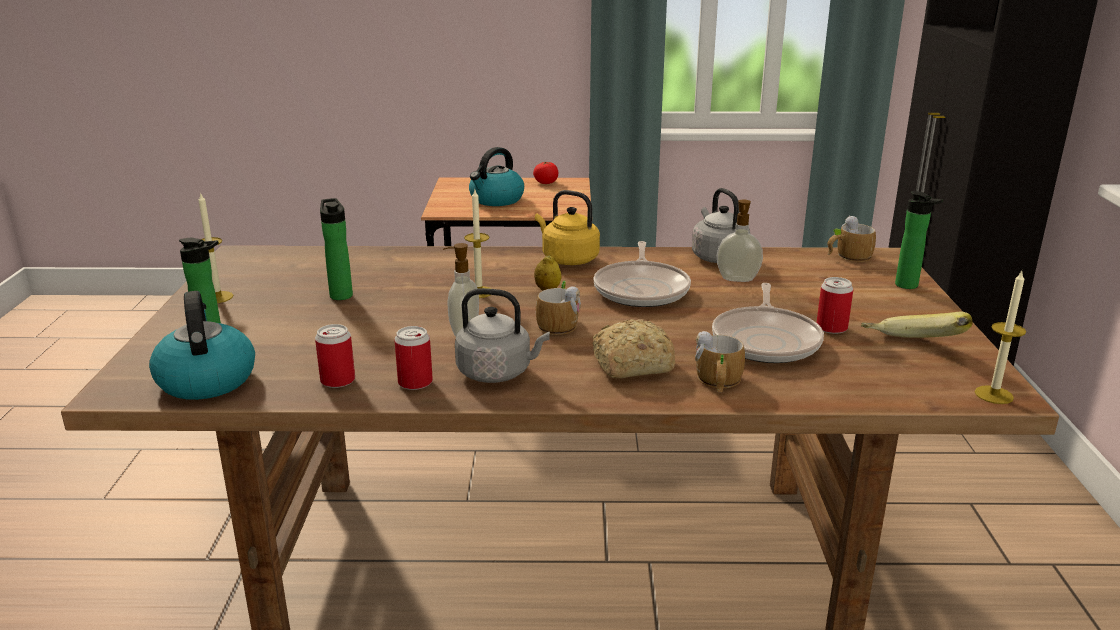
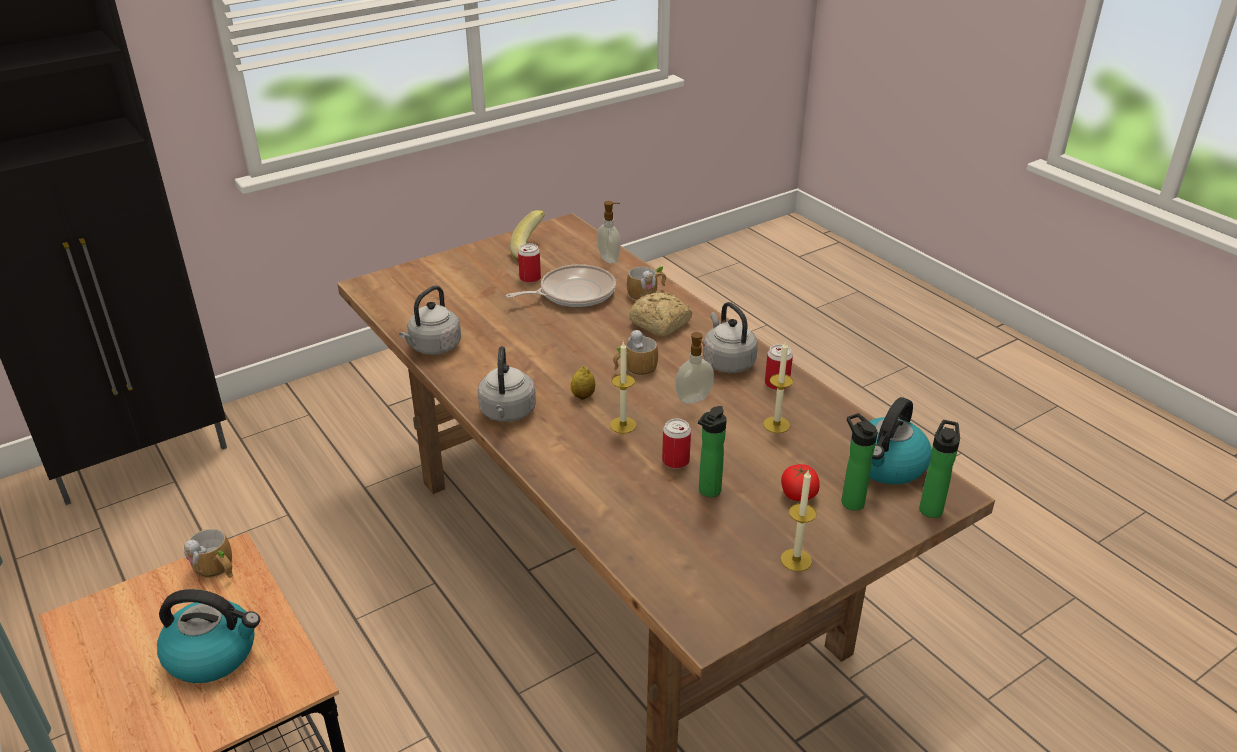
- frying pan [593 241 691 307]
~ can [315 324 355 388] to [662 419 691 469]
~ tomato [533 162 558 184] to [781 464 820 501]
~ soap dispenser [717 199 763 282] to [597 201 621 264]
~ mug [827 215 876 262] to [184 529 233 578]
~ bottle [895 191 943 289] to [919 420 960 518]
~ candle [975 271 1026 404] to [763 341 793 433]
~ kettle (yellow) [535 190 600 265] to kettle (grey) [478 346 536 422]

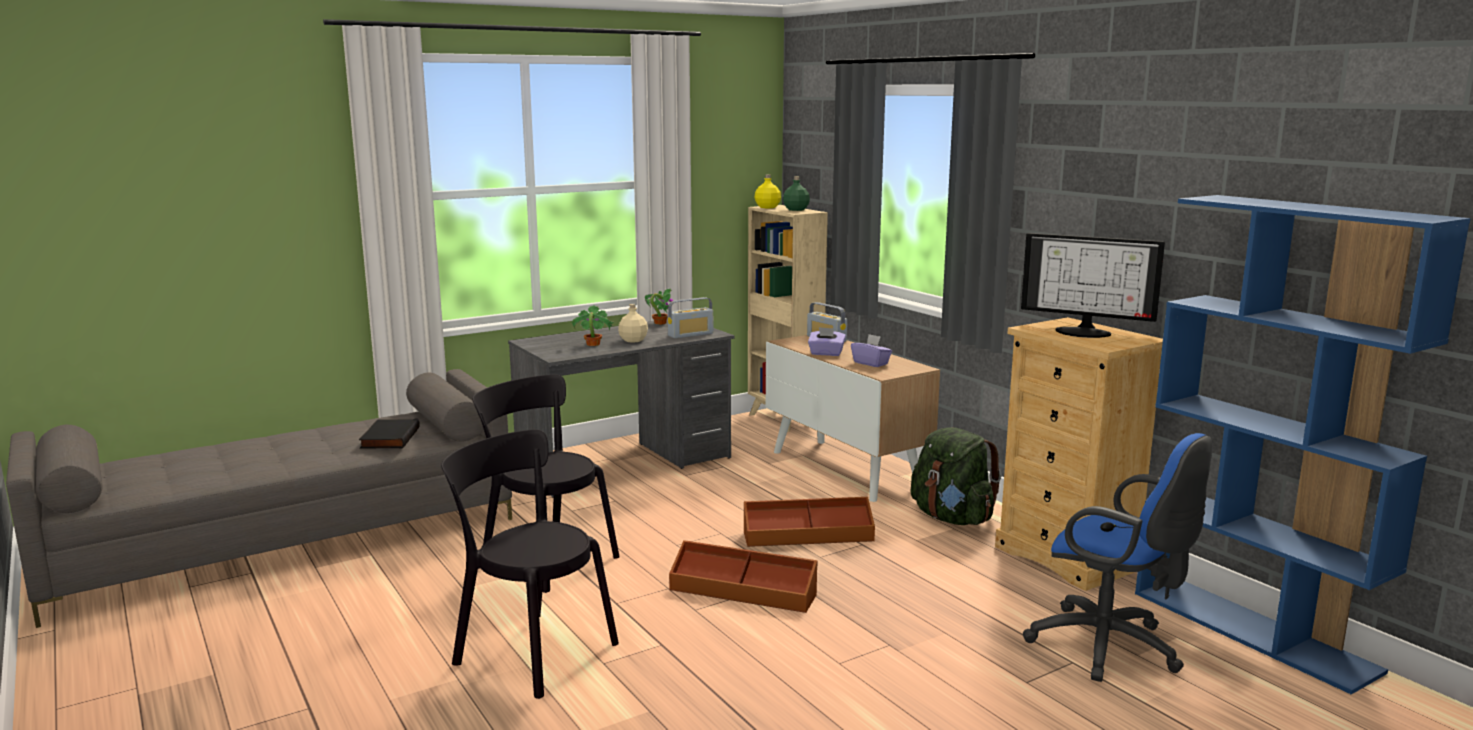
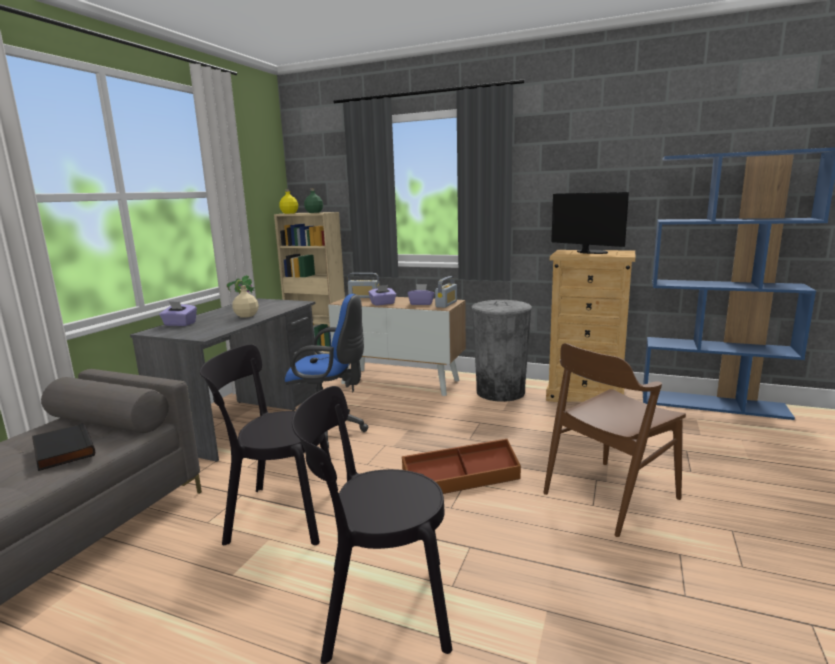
- potted plant [571 305 614 346]
- storage box (brown) [744 497 875 547]
+ tissue box (purple) [159 301 197 326]
+ chair (brown) [543 343 686 537]
~ radio [667 297 713 338] to [435 276 457 308]
~ office chair (blue) [1023 433 1212 682] to [285 294 368 449]
~ backpack (green) [910 427 1001 525] to trash can (grey) [471 300 532 402]
~ monitor [1021 233 1165 338] = [551 192 629 254] 120 degrees counterclockwise

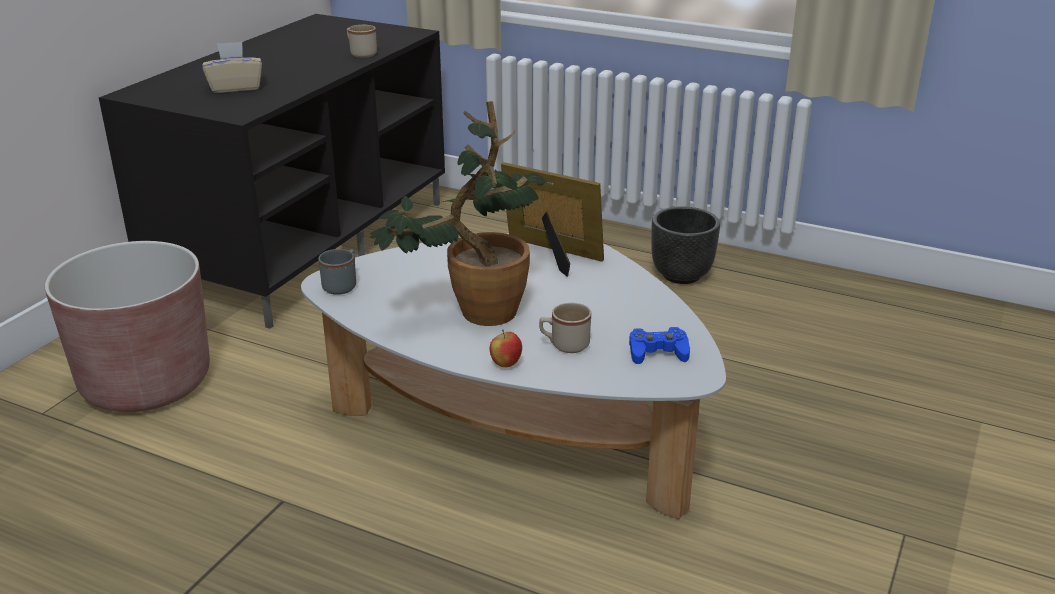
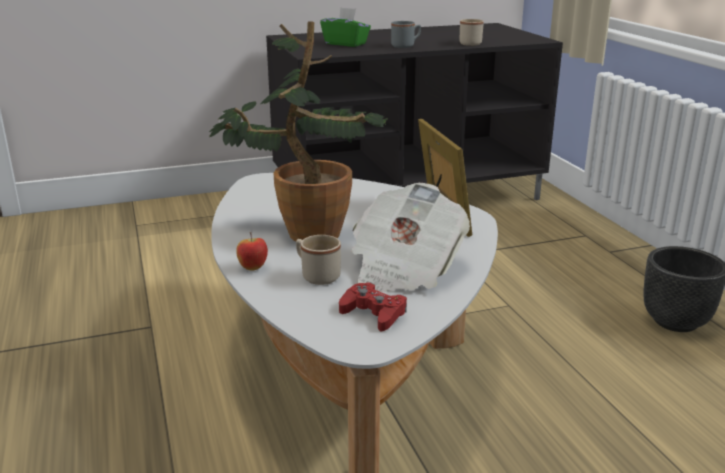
- planter (brown) [45 241 210 412]
+ newspaper [351 183 470 292]
~ mug (grey) [318 249 356 295] to [391 21 421 48]
~ tissue box (beige) [202 42 262 93] to tissue box (green) [320 7 371 47]
~ game controller (blue) [629 327 690 364] to game controller (red) [339 283 407 331]

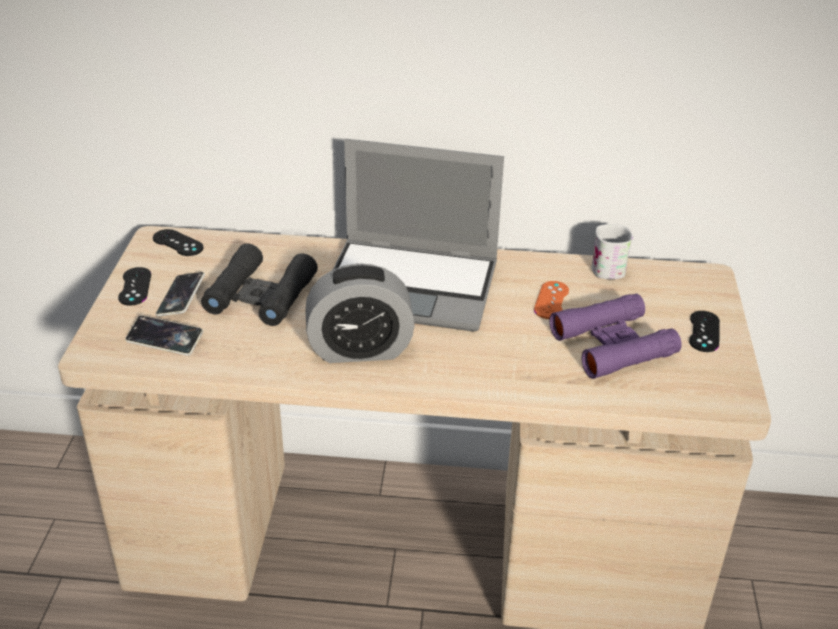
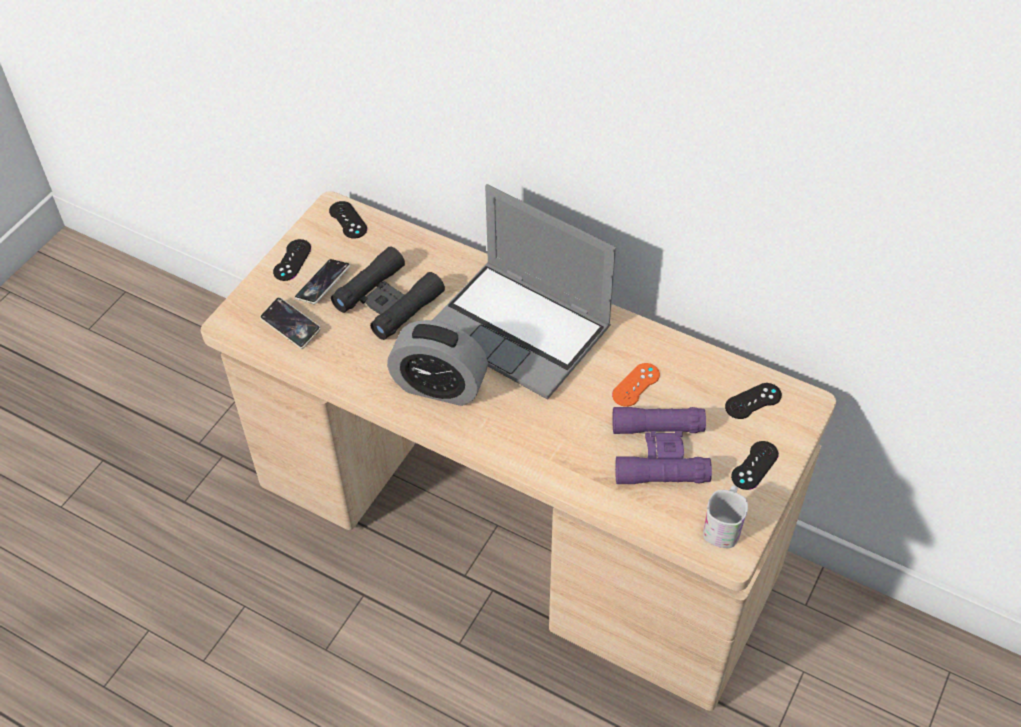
+ game controller (black) [725 383 782 419]
~ mug (white) [592 224 633 279] to [703 485 748 548]

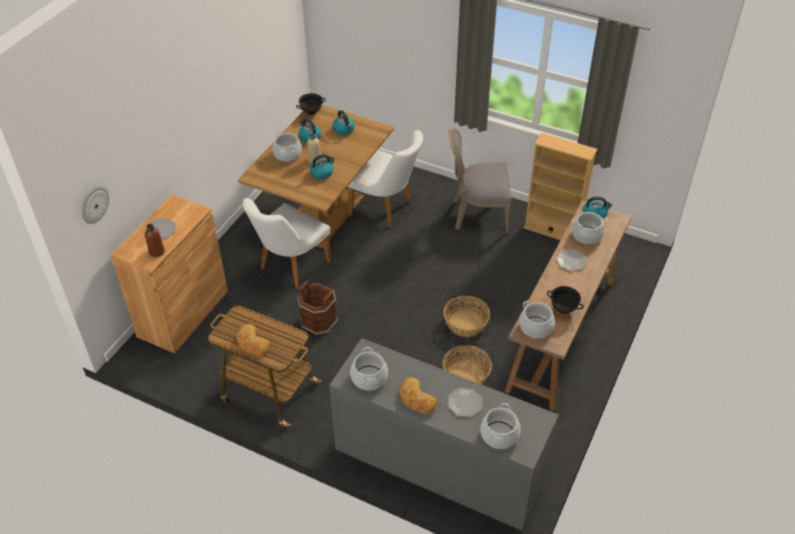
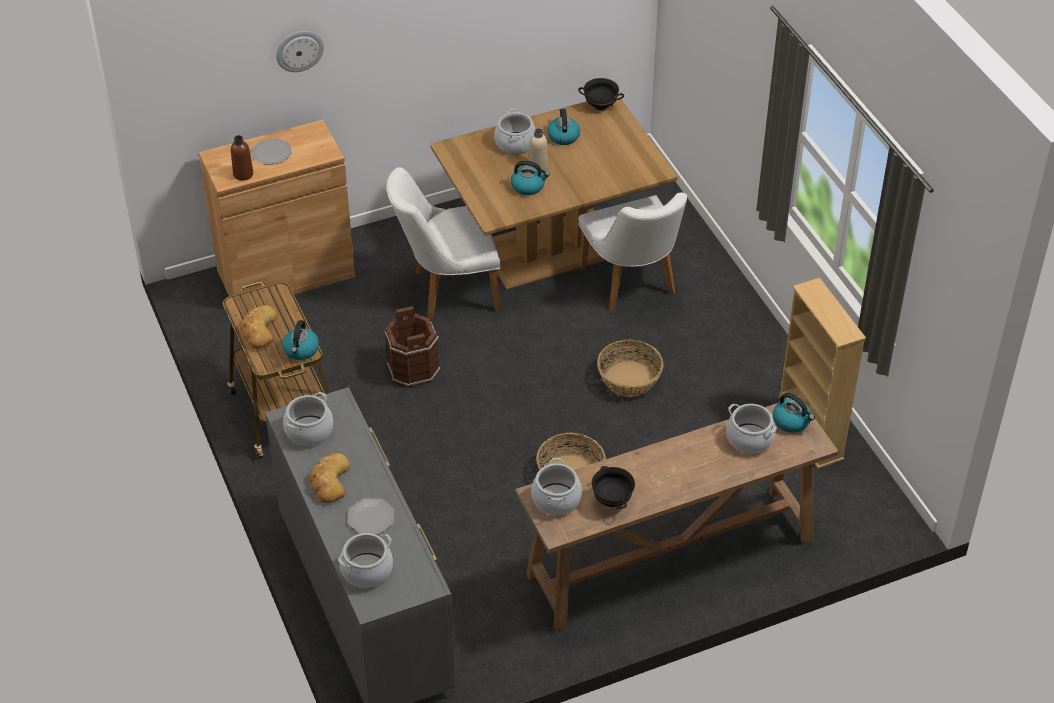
- chair (grey) [448 128 511 233]
- plate [556 249 587 271]
~ wall clock [81 186 109 224] to [276 31 324 72]
~ kettle [332 110 355 135] to [282 320 319 360]
~ basket [442 345 492 384] to [597 340 663 397]

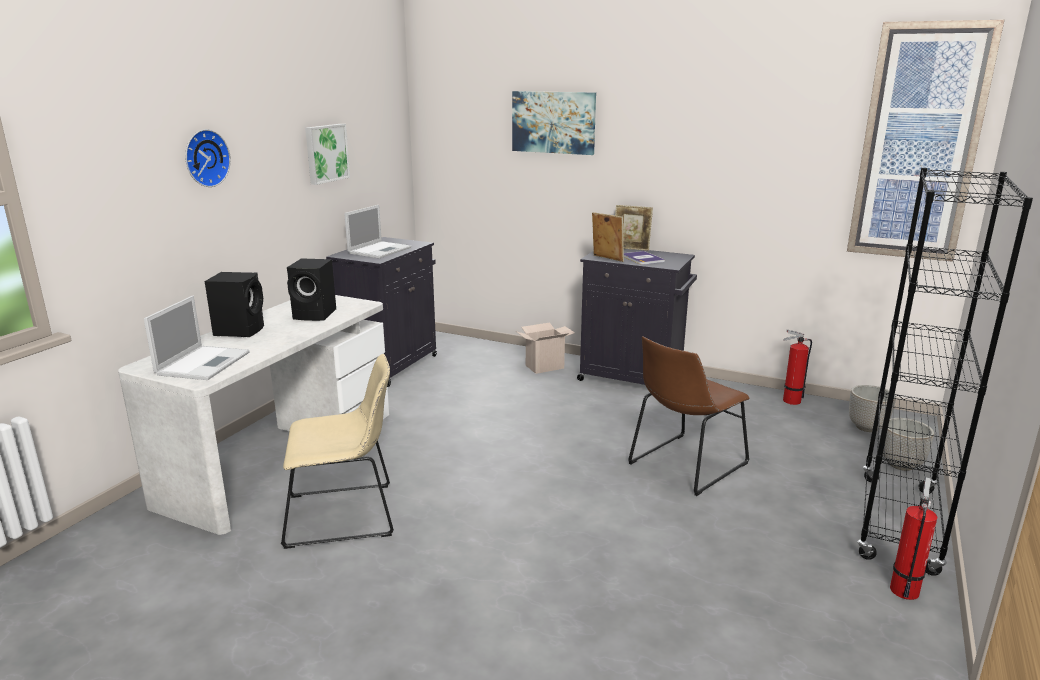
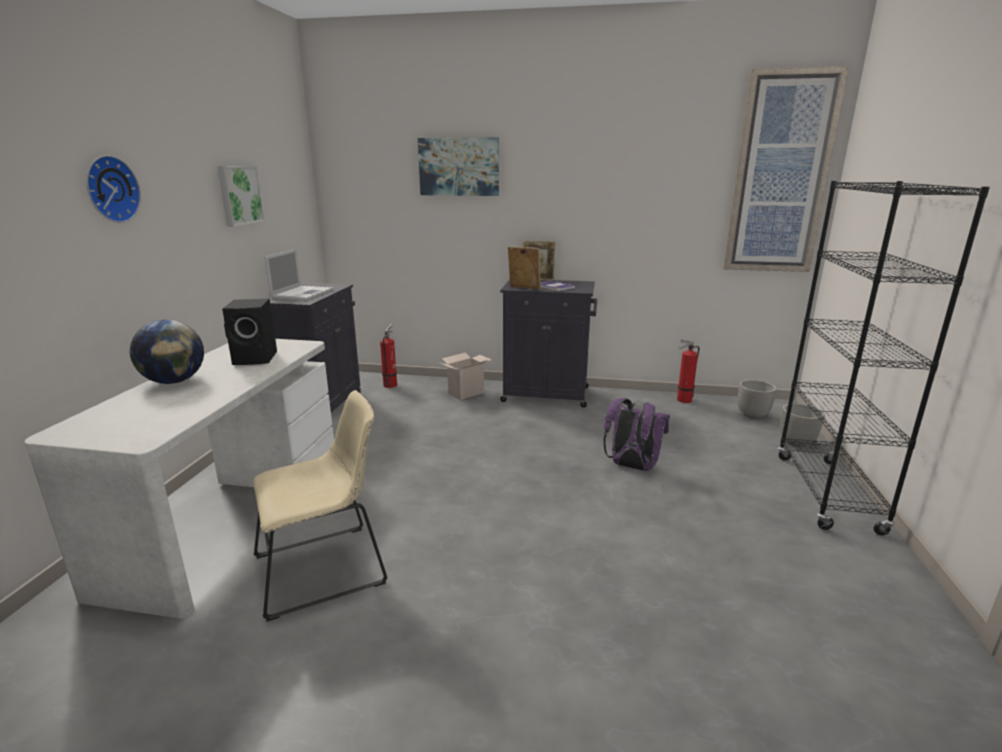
- laptop [144 296 250 380]
~ fire extinguisher [890 478 937 600] to [380 324 397 388]
~ speaker (black) [205 272 264 337] to globe [130 320 204 384]
~ chair (brown) [628 336 749 496] to backpack (purple) [603 398 670 471]

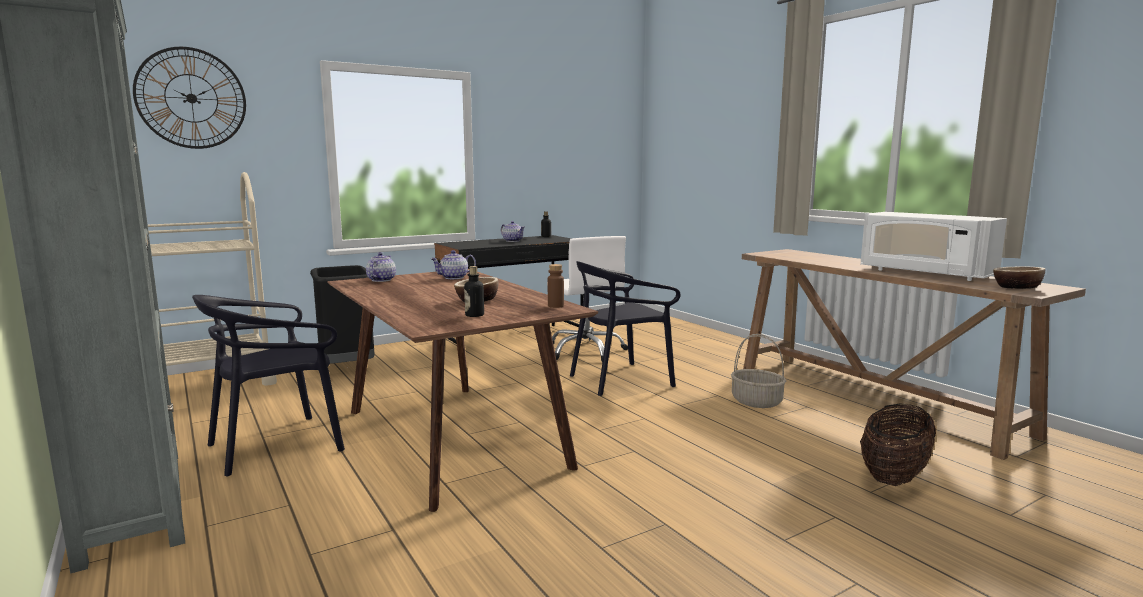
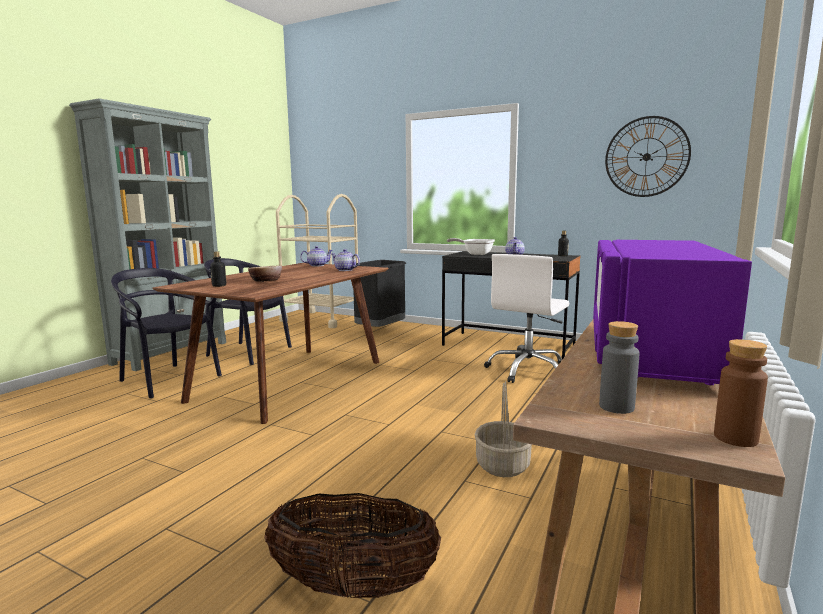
+ frying pan [447 238 495 255]
~ wall clock [133 47 246 149] to [605 116 691 197]
~ bottle (brown) [548 264 564 308] to [714 339 768 447]
~ chair (black) [570 261 680 396] to [111 268 222 399]
~ bowl [993 266 1045 289] to bottle (grey) [599 321 640 414]
~ microwave (white) [860 212 1007 281] to microwave (purple) [593 240 752 385]

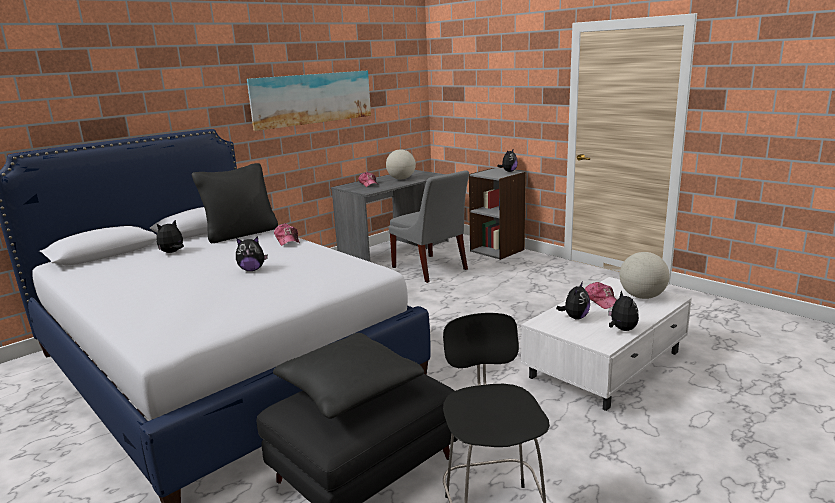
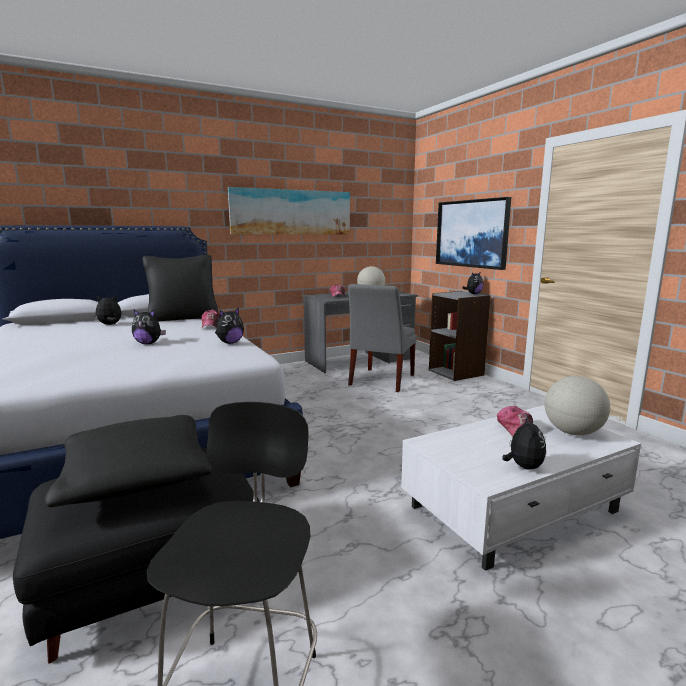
+ picture [436 197 511 270]
~ plush toy [556 282 590 320] to [215 308 244 344]
~ chair (grey) [388 170 469 283] = [348 284 417 392] 45 degrees clockwise

